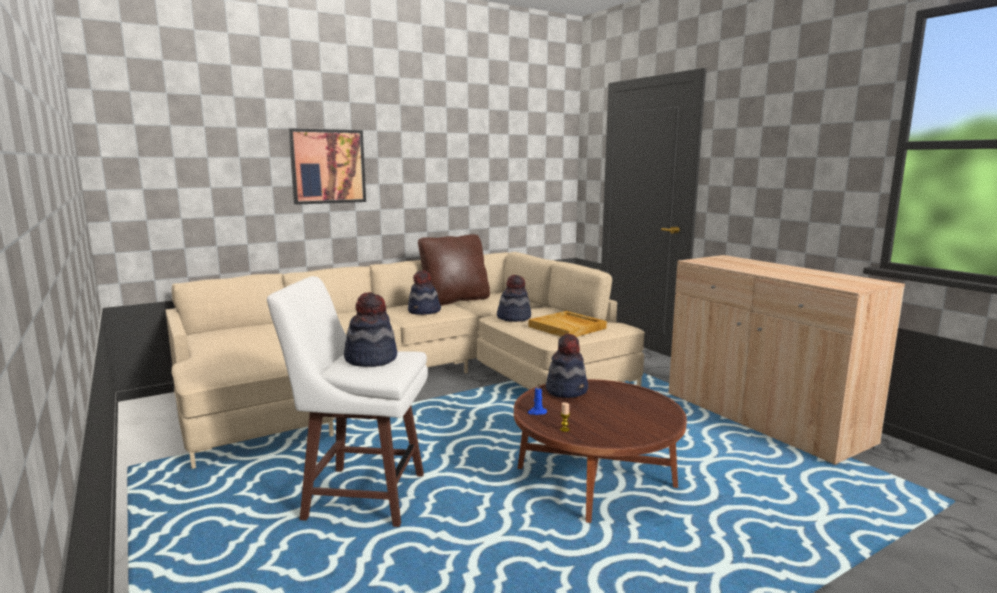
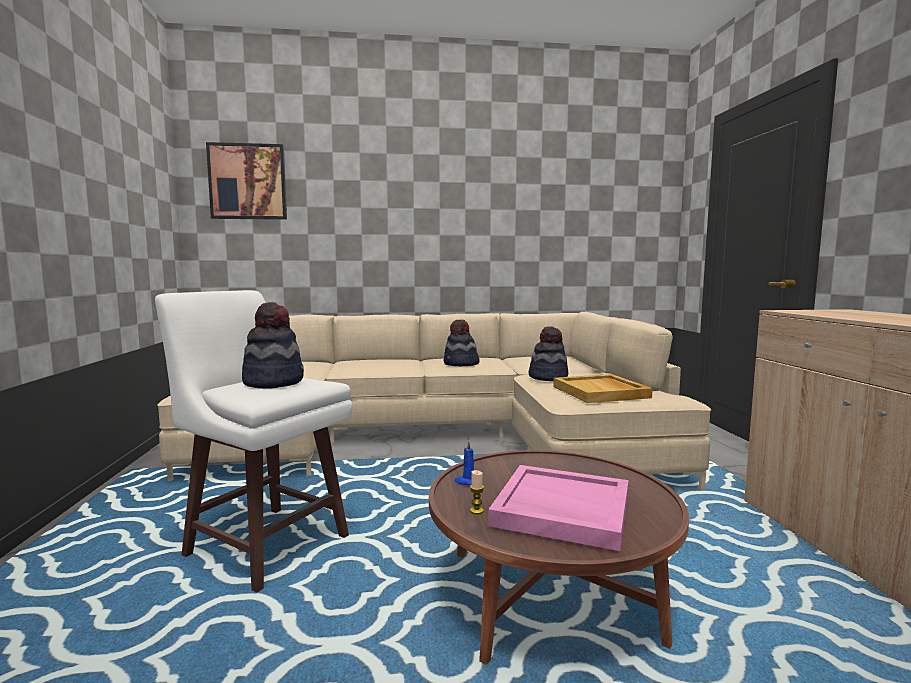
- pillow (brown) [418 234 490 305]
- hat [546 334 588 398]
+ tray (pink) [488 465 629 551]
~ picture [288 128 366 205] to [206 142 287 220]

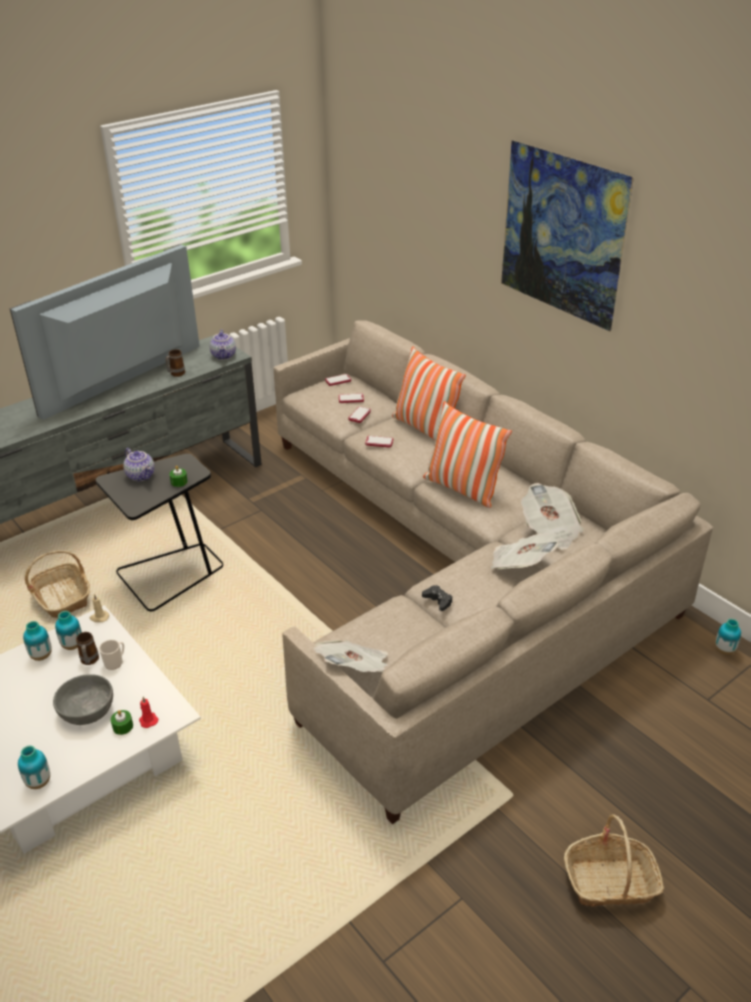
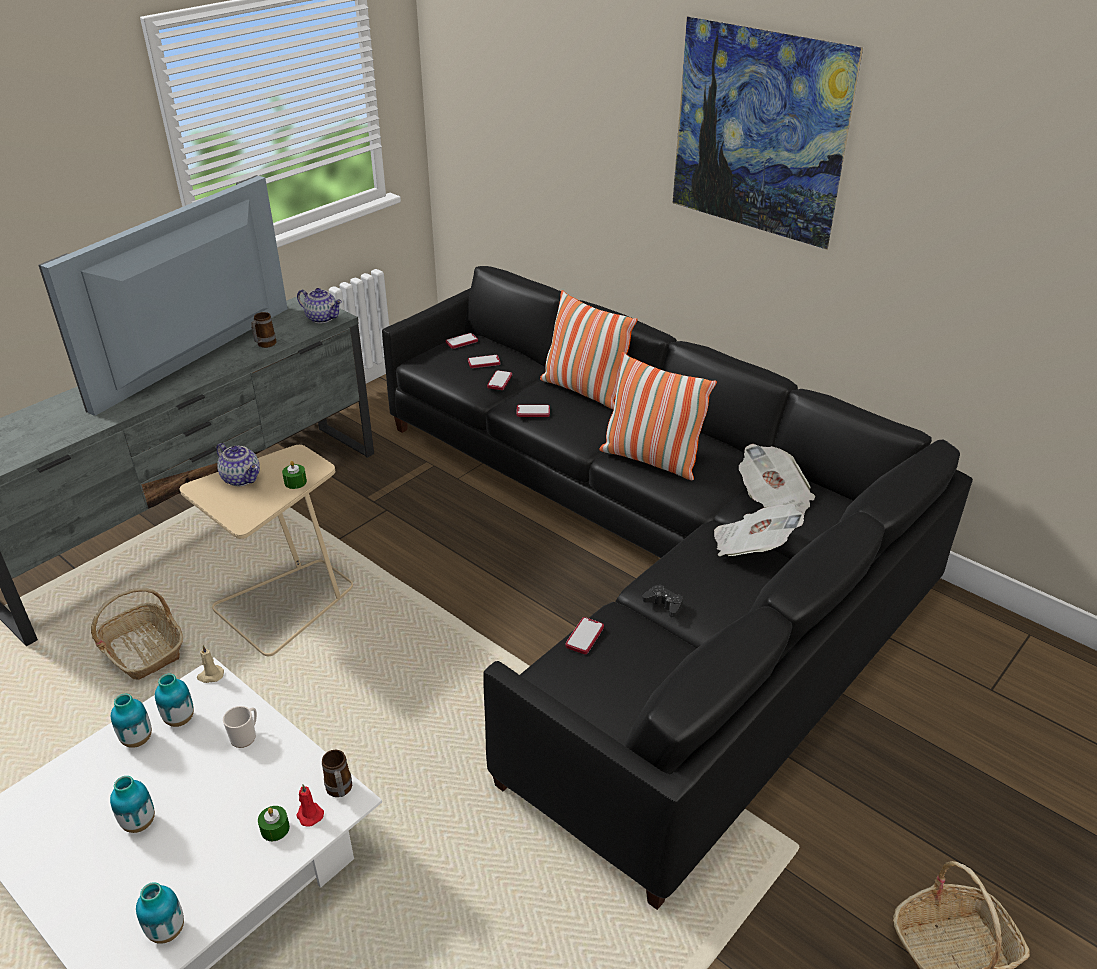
- bowl (grey) [53 674 113 725]
- newspaper [314 640 388 672]
+ phone [565 617 604 654]
~ mug [76 632 99 665] to [322 750 352 797]
~ vase [715 619 741 655] to [110 776 155 833]
~ side table (black) [96 454 223 611] to side table (beige) [180 445 353 656]
~ sofa (beige) [274 320 713 824] to sofa (black) [382 266 973 910]
~ teapot [210 330 236 360] = [297 288 342 323] 45 degrees counterclockwise

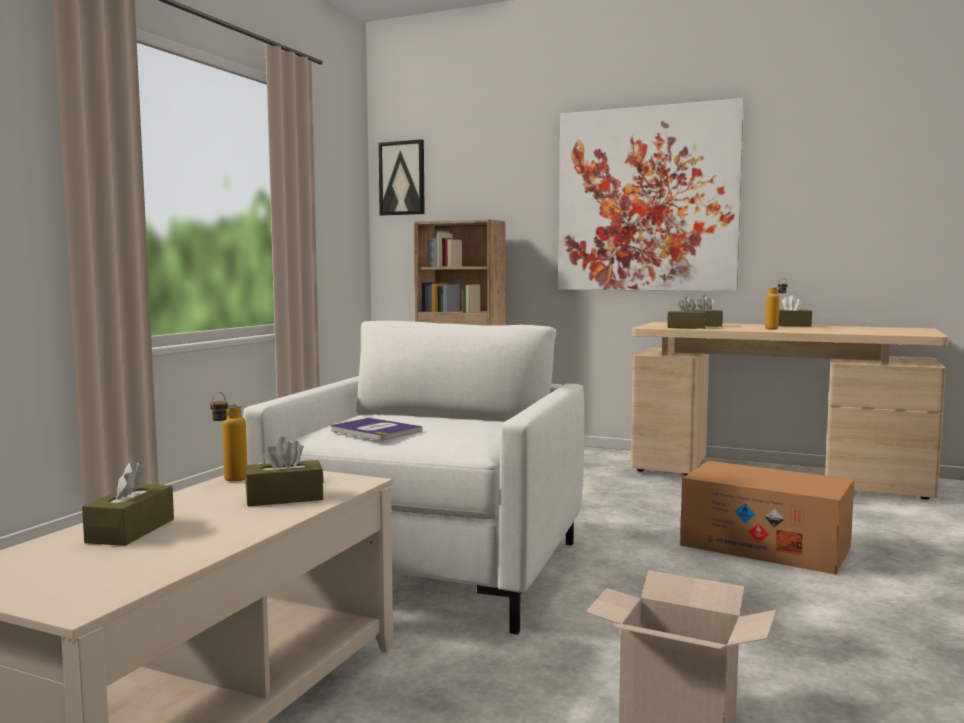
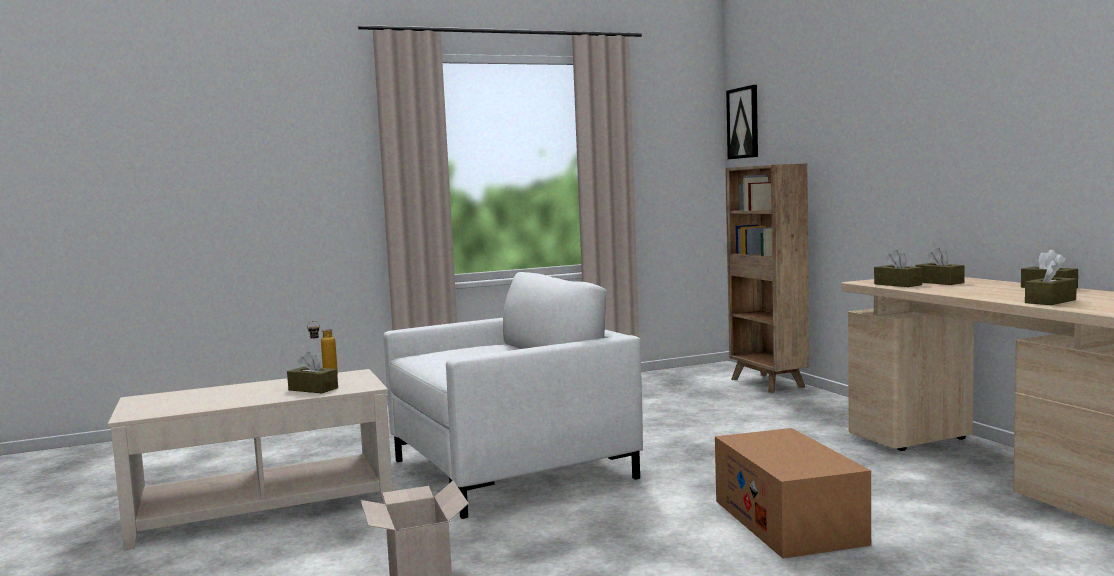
- book [331 418 423 440]
- picture [559 98 744 291]
- bottle [765 278 788 329]
~ tissue box (brown) [82 461 174 546] to [1025 259 1077 305]

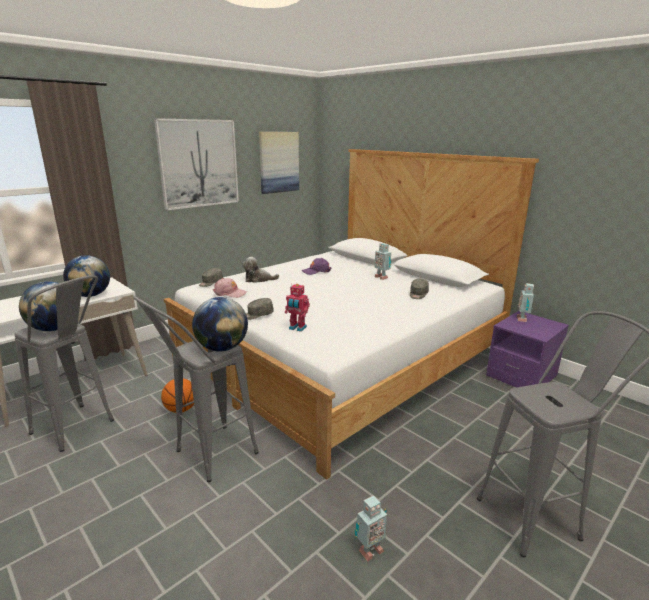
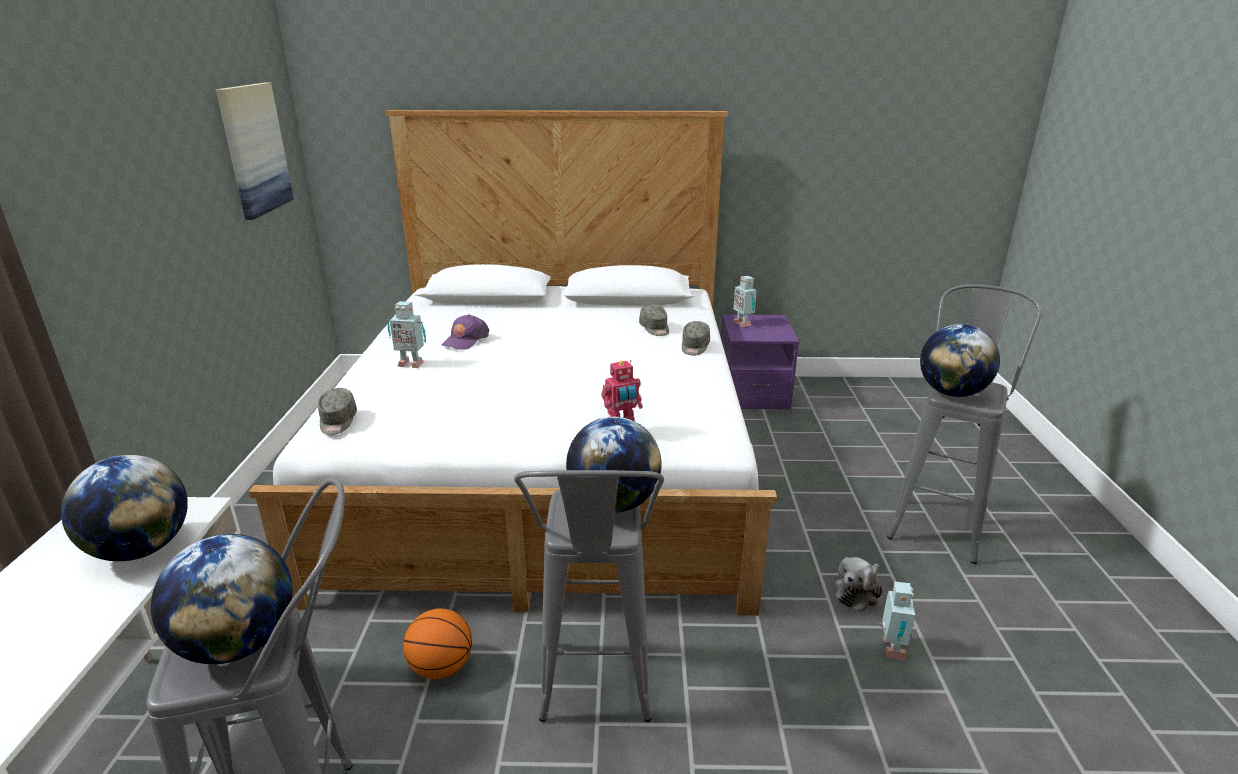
- picture [154 118 239 210]
- cap (pink) [213 278 247 298]
+ globe [920 324 1000 397]
~ plush toy [242 257 279 283] to [835 557 883 612]
~ cap (grey) [246 298 274 320] to [682 321 710 355]
~ toy robot [374 243 391 280] to [387 301 426 368]

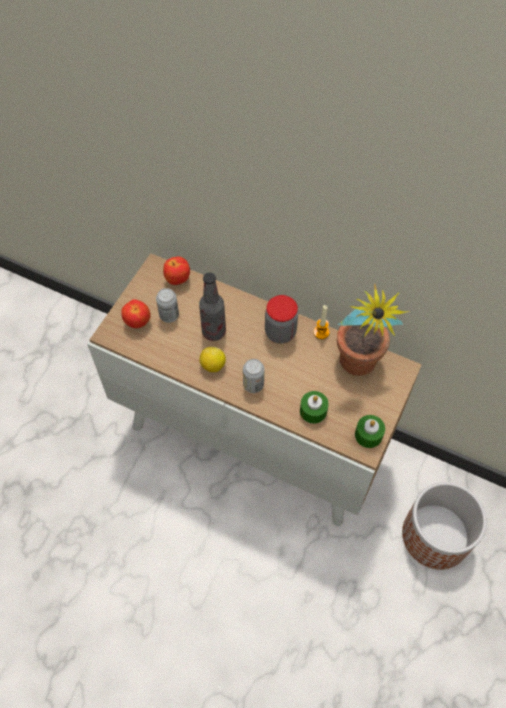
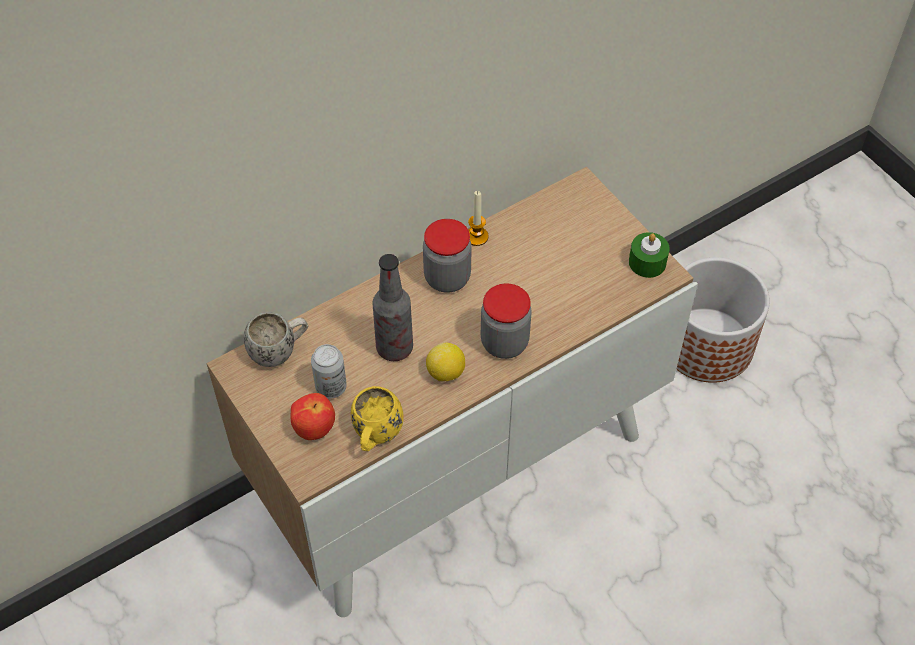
- candle (green) [300 391 329 424]
- potted plant [337 283 410 376]
+ mug (yellow) [350 386 404 451]
~ apple [163 257 190 285] to mug (white) [244 312 309 367]
~ can [243 359 264 393] to jar [481 283 532 359]

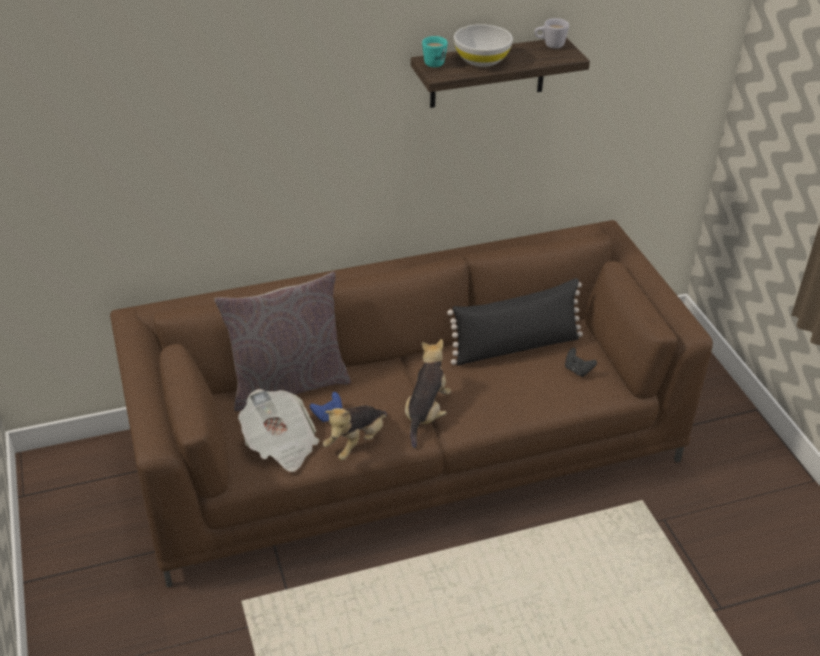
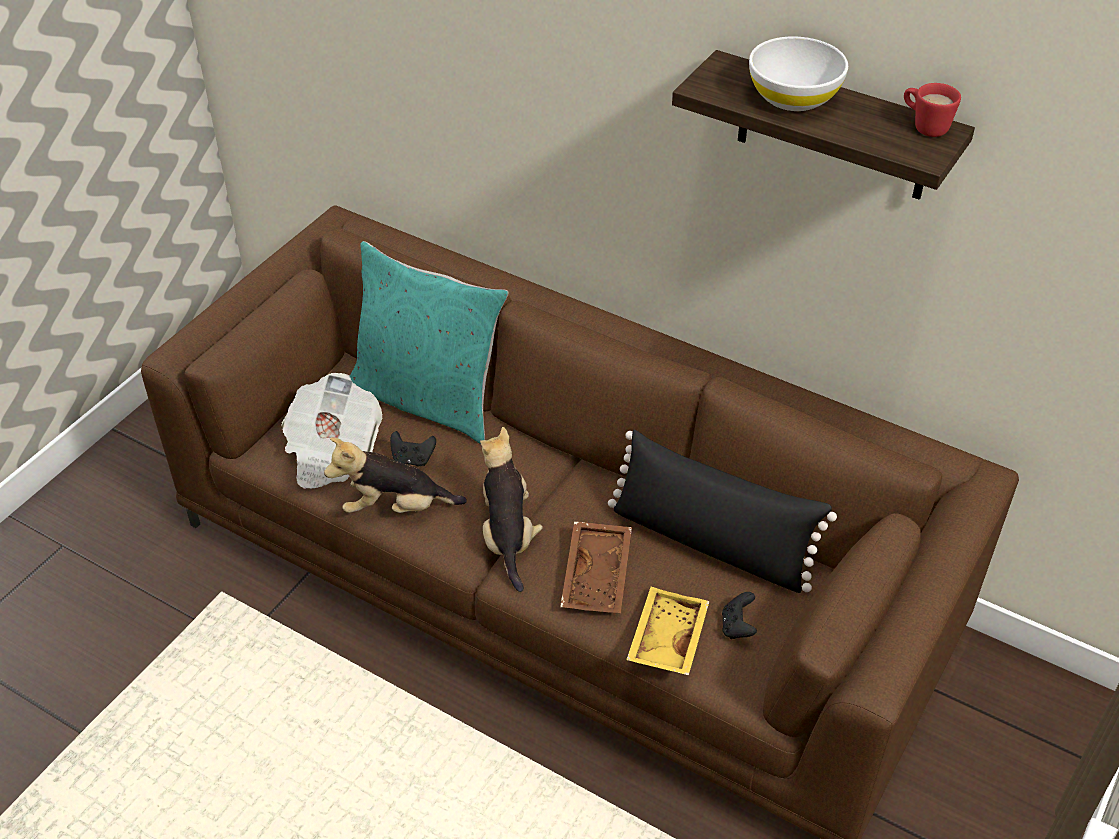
- mug (turquoise) [422 36 448 67]
+ tray (brown) [560 521 632 613]
+ tray (yellow) [626 587 709 676]
~ pillow (grey) [214 272 351 411] to pillow (turquoise) [350 241 508 444]
~ game controller (blue) [310 392 343 422] to game controller (black) [390 431 436 466]
~ mug (white) [534 18 569 49] to mug (red) [904 83 961 137]
~ plush toy [405 339 451 448] = [480 427 543 592] 75 degrees counterclockwise

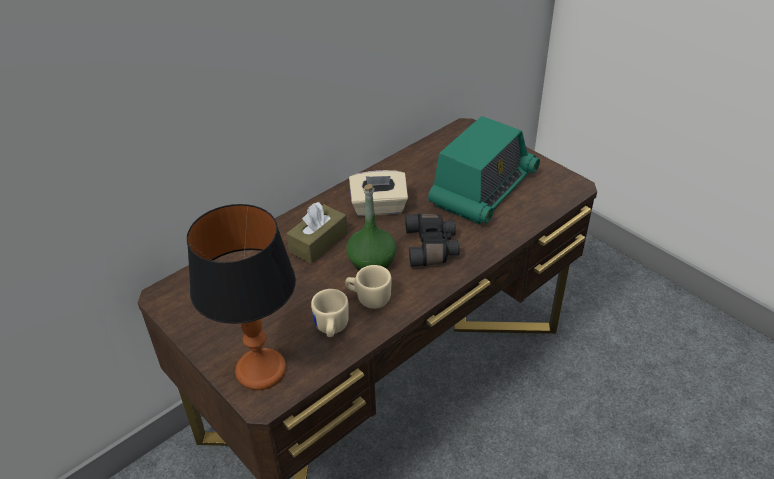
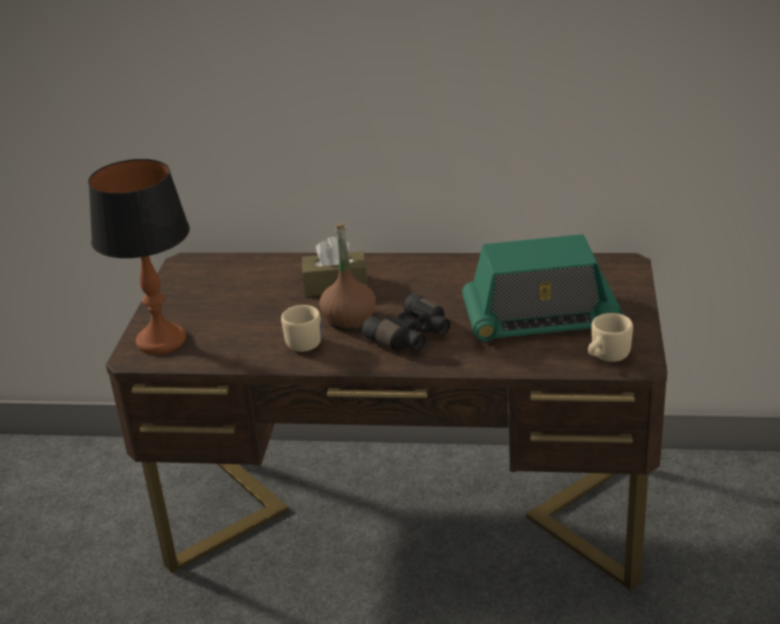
- tissue box (beige) [349 170 408 216]
~ mug (beige) [311 289 349 337] to [588 313 633 362]
~ bottle (green) [346 184 397 270] to bottle (brown) [319 223 376 330]

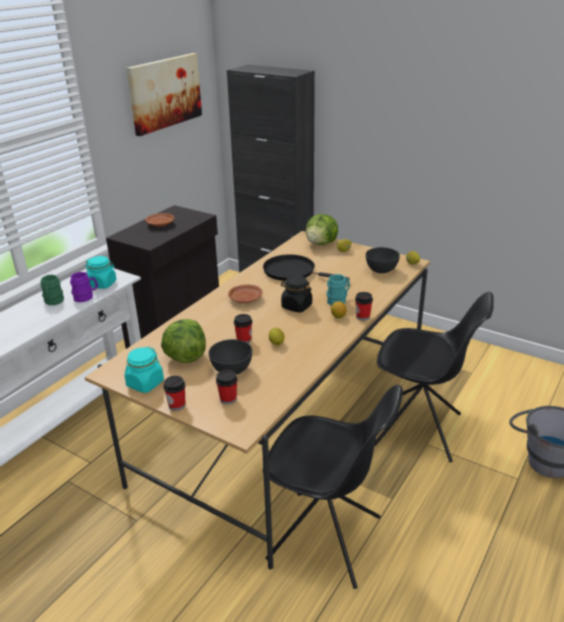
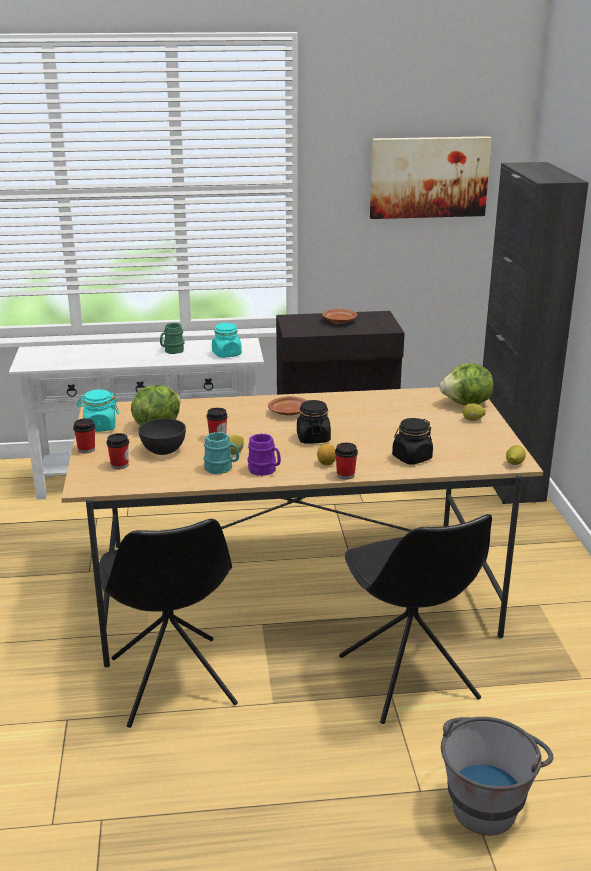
- frying pan (black) [263 254 350 281]
- bowl (grey) [366 247 400 274]
+ jar (black) [392 418 433 465]
~ mug (purple) [70 272 98 302] to [248 434 281 476]
~ mug (turquoise) [326 274 350 306] to [203 432 239 474]

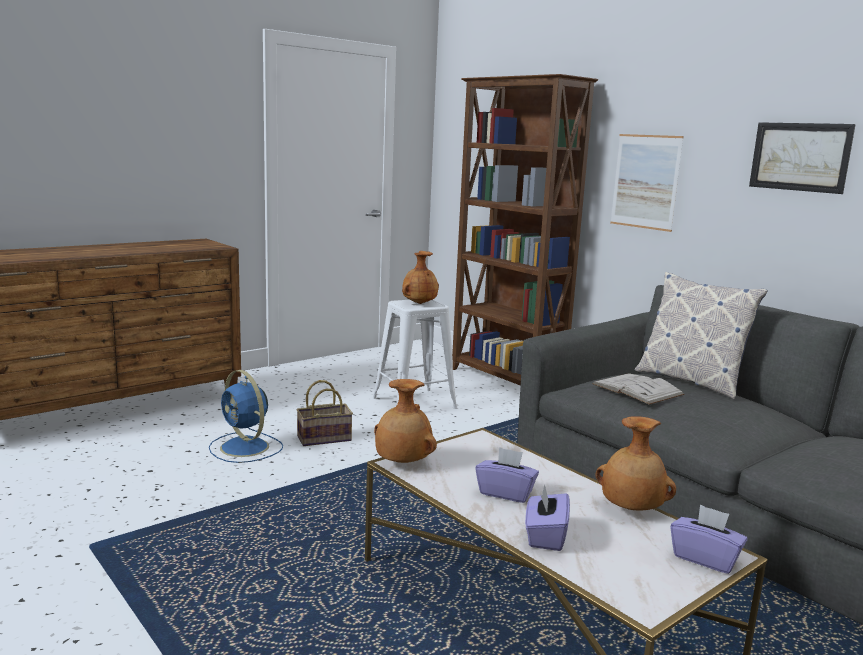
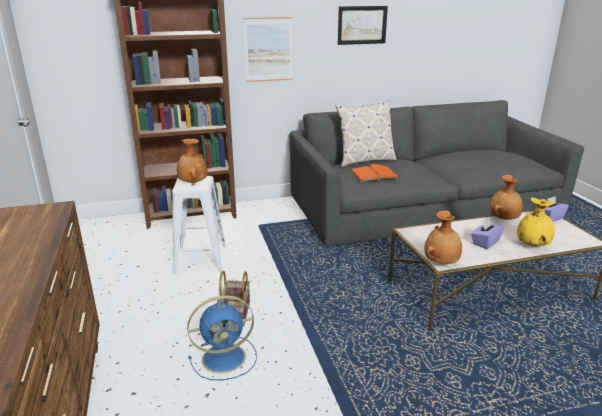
~ tissue box (purple) [525 484 570 551] to vase (yellow) [517 198 555 246]
~ book (white) [592 373 685 405] to book (orange) [350 164 400 182]

